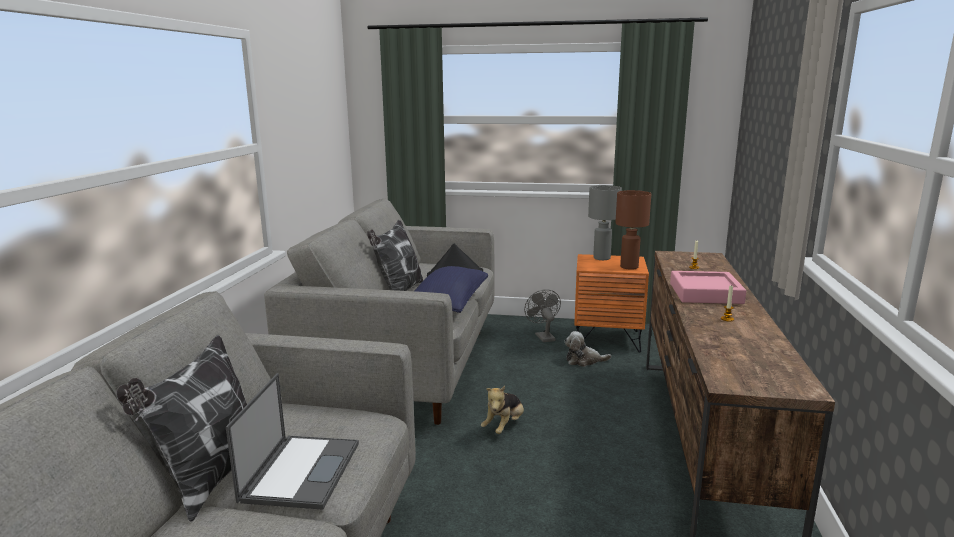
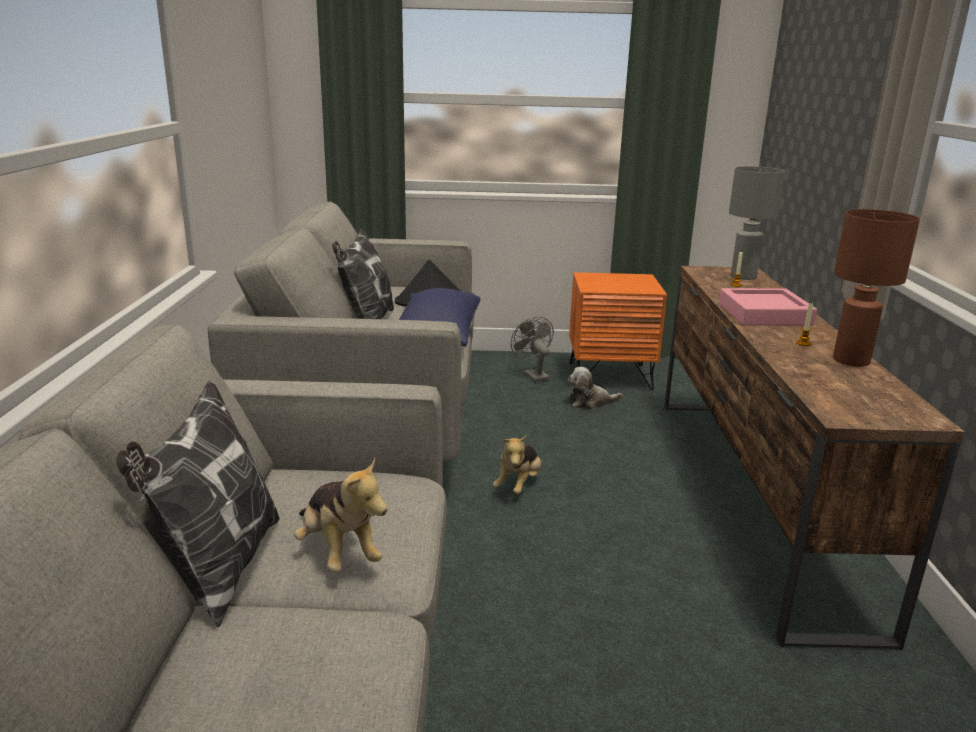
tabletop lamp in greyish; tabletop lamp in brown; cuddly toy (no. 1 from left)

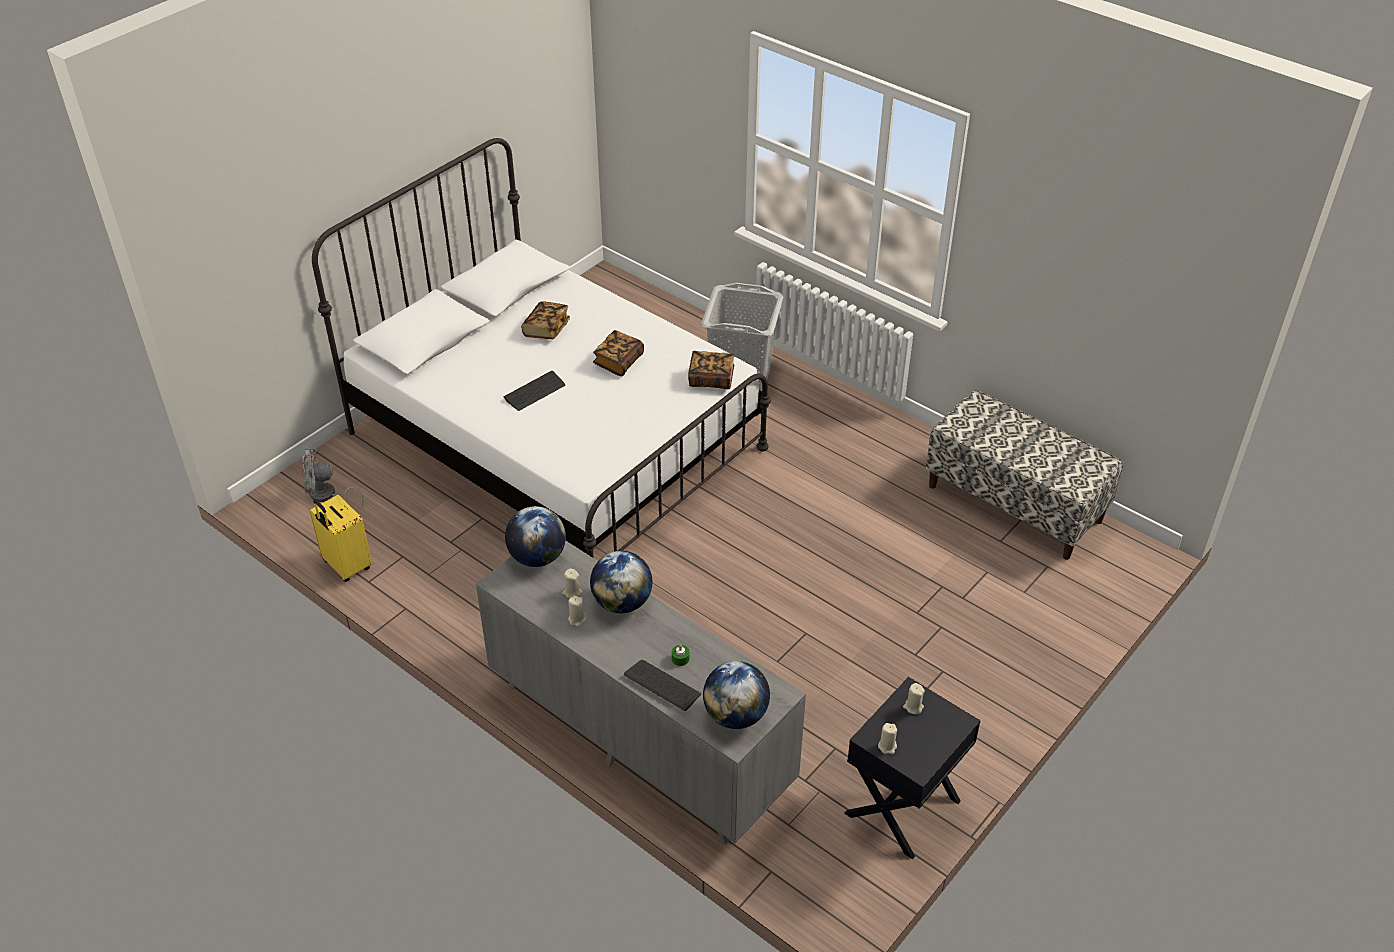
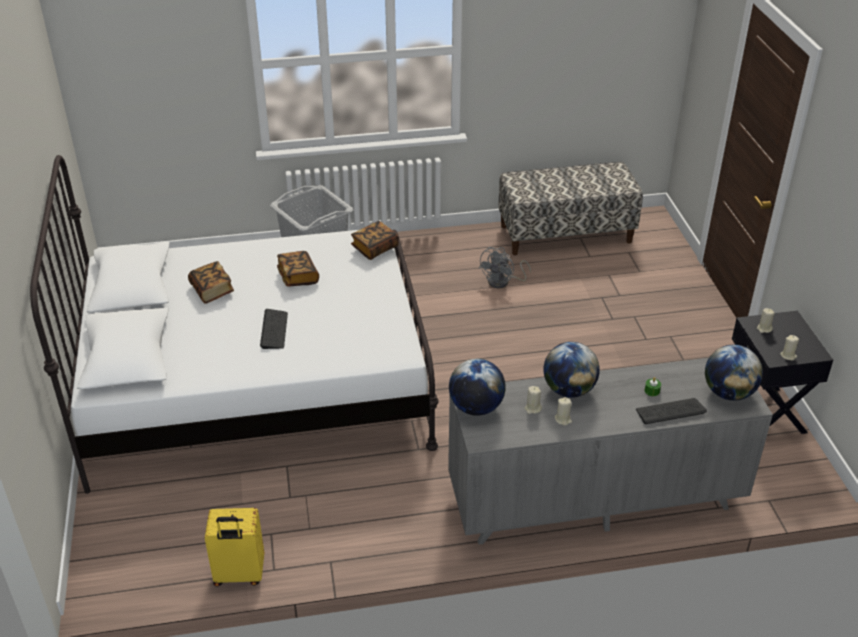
cooling fan in greyish

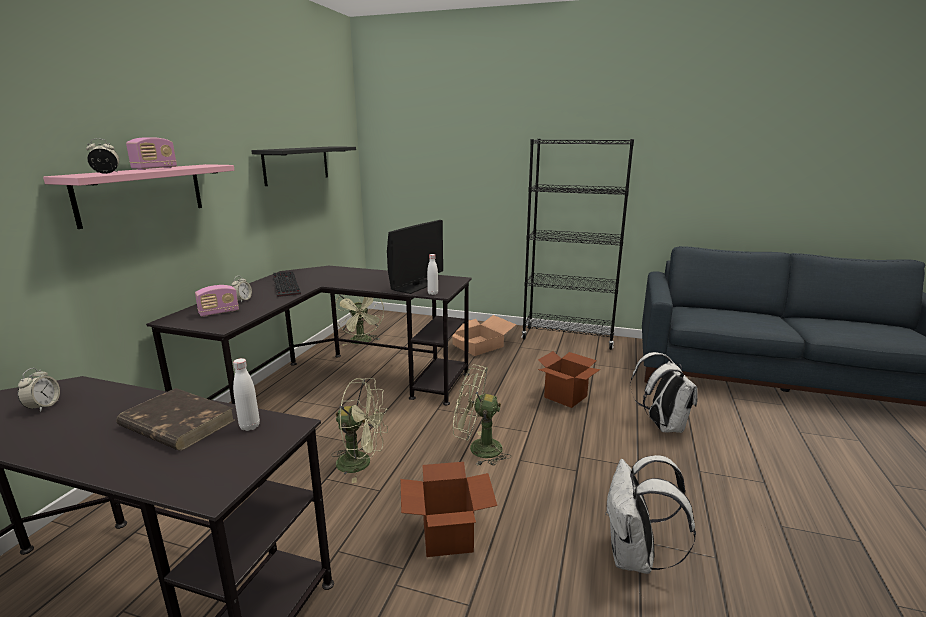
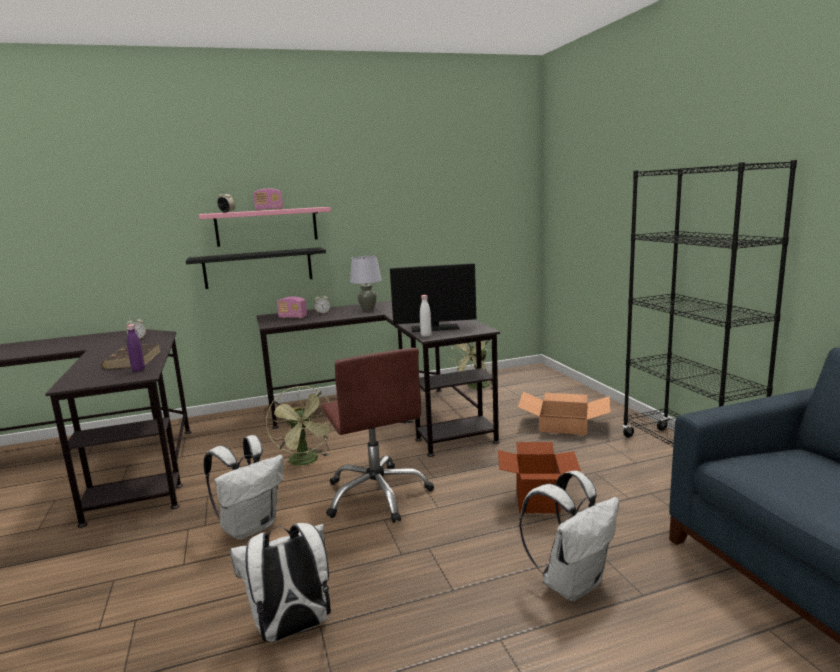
bracket shelf in black; tabletop lamp in greyish; backpack in white (no. 1 from left); computer chair in brown; drink bottle in purplish

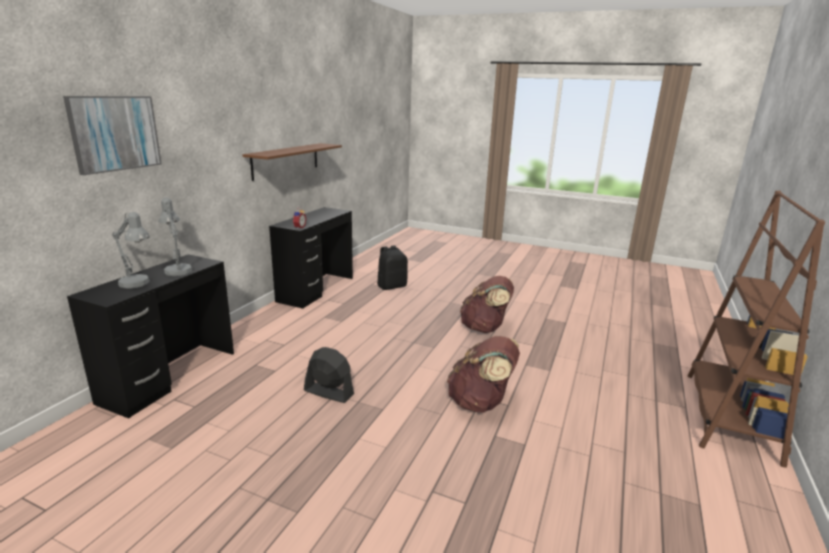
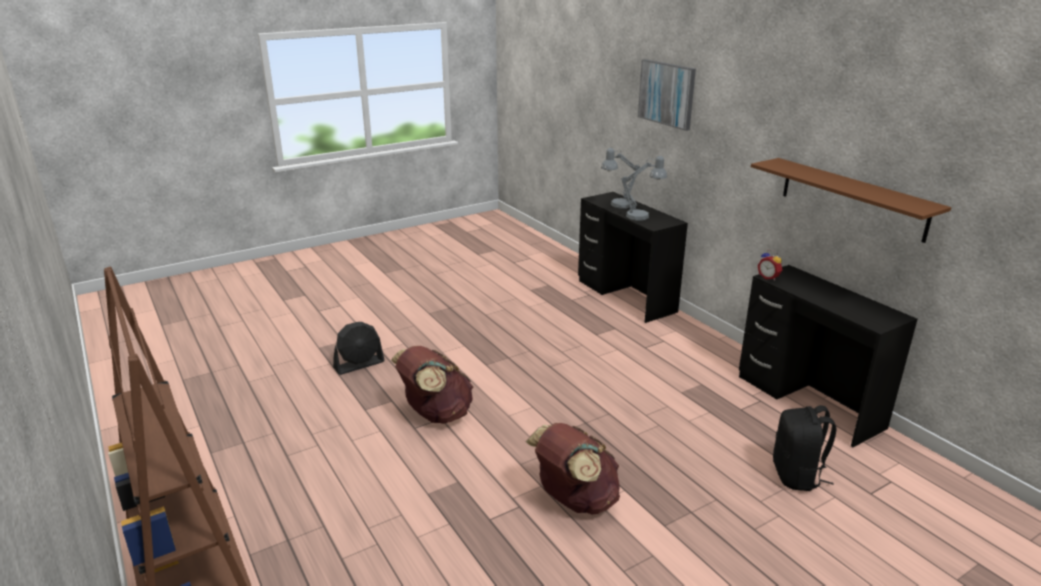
cooling fan in black

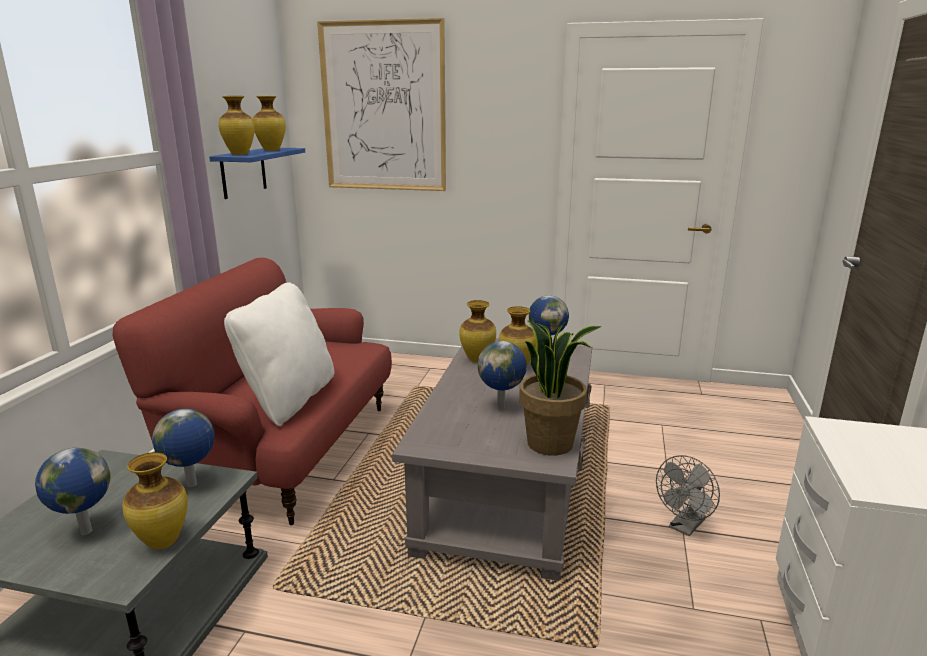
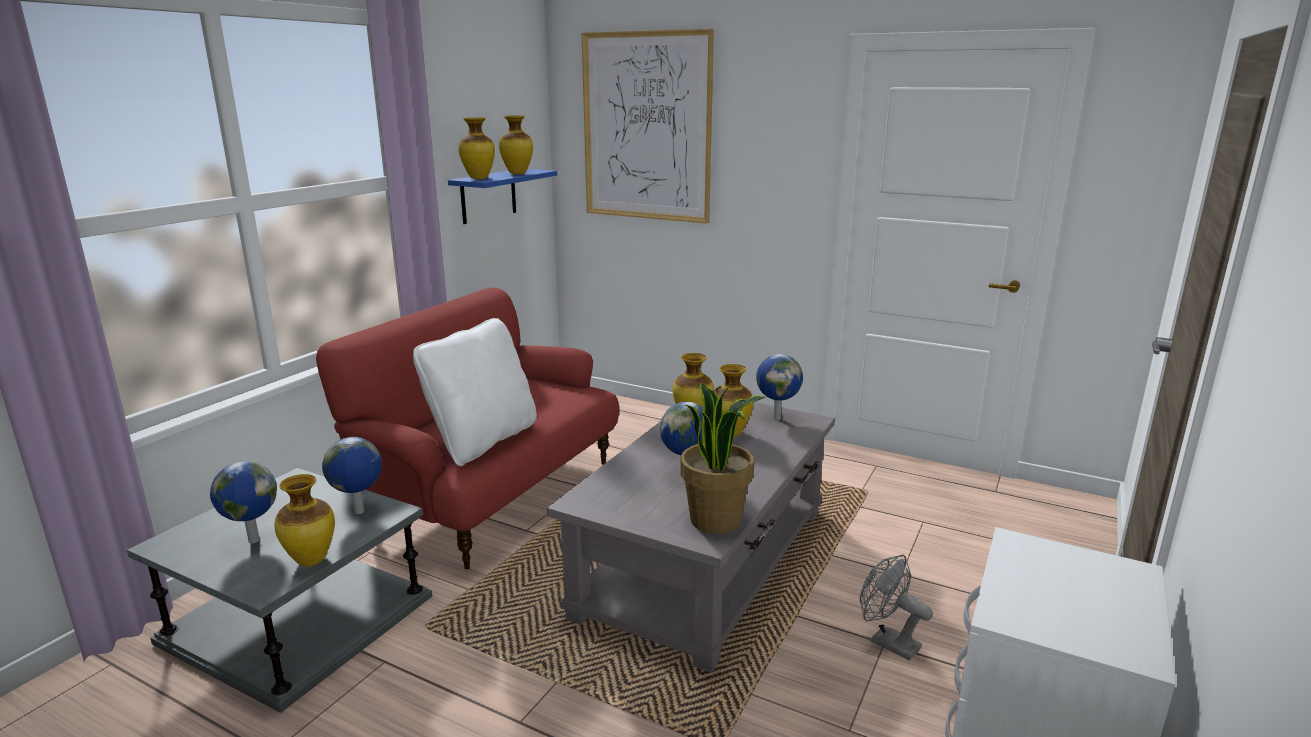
cooling fan in greyish

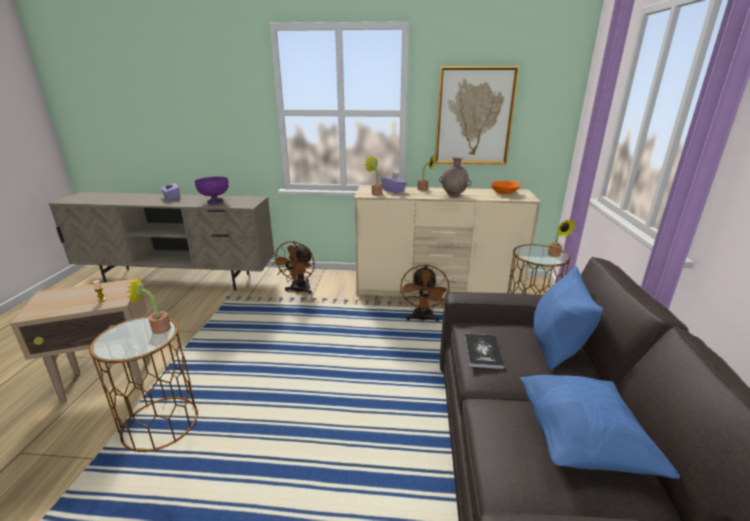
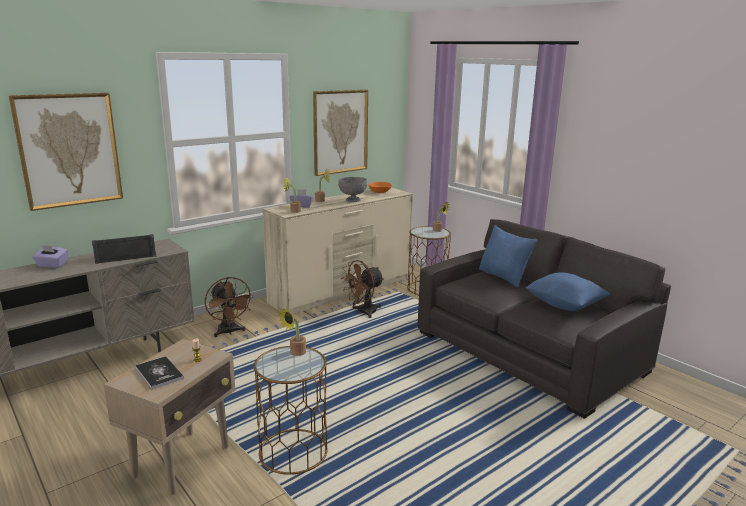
wall art (no. 1 from left); book; loudspeaker in black; serving bowl in greyish; cooling fan in brown (no. 2 from left)

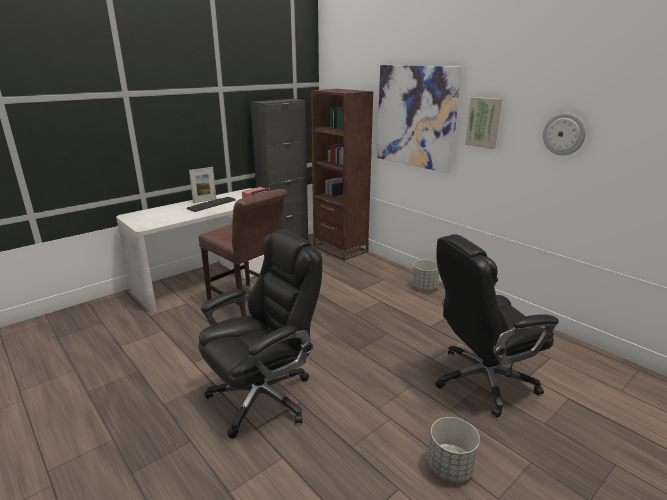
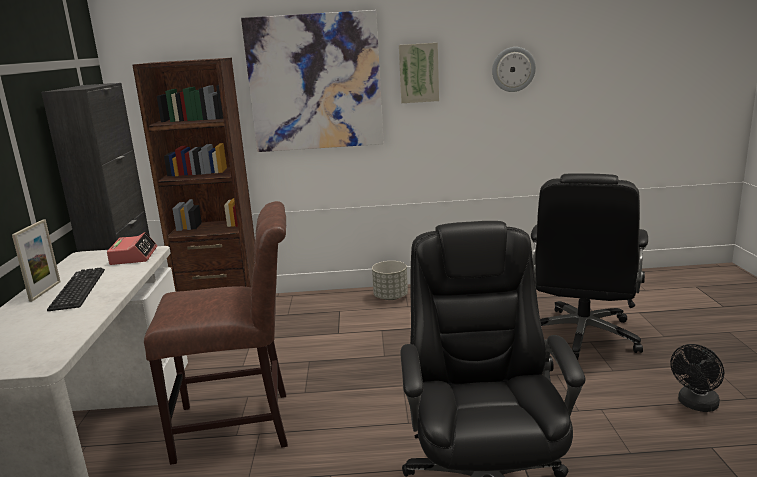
cooling fan in black

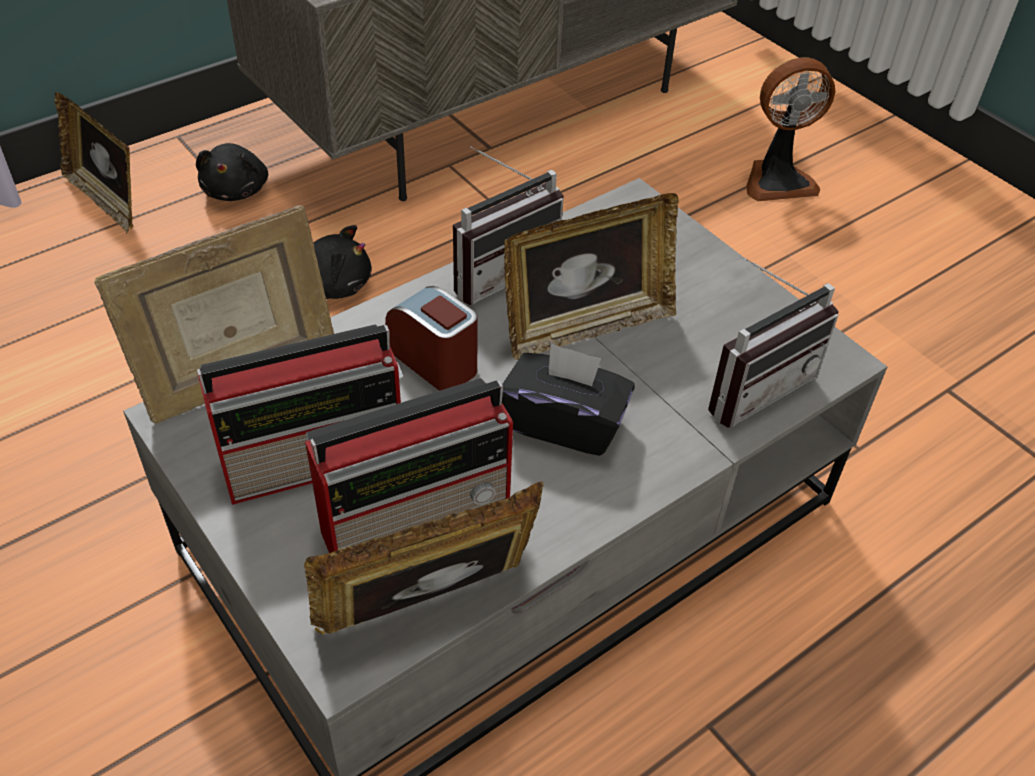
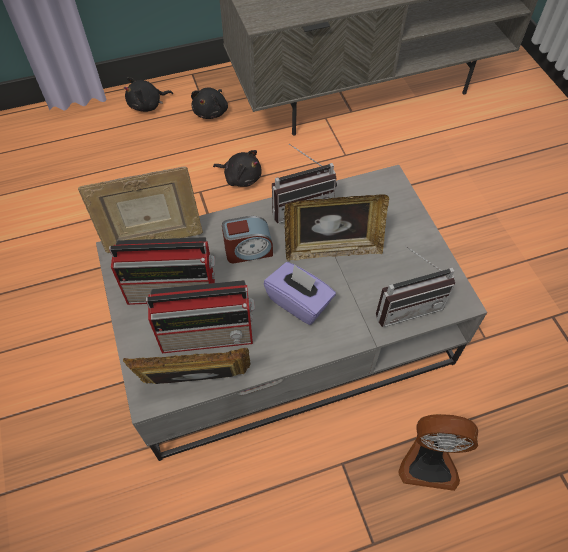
cooling fan; cuddly toy in black (no. 1 from left); tissue box in purplish; table clock

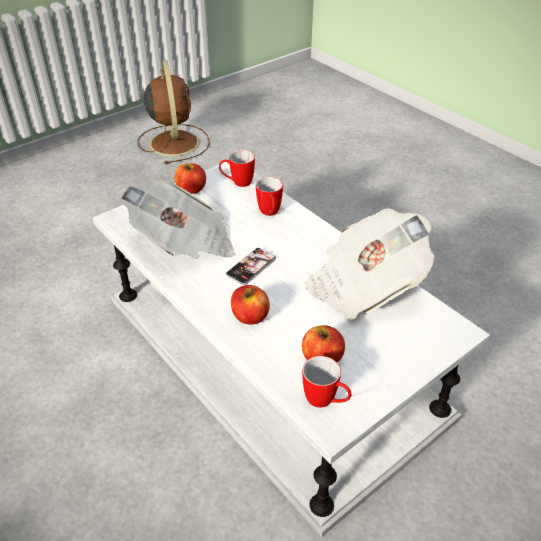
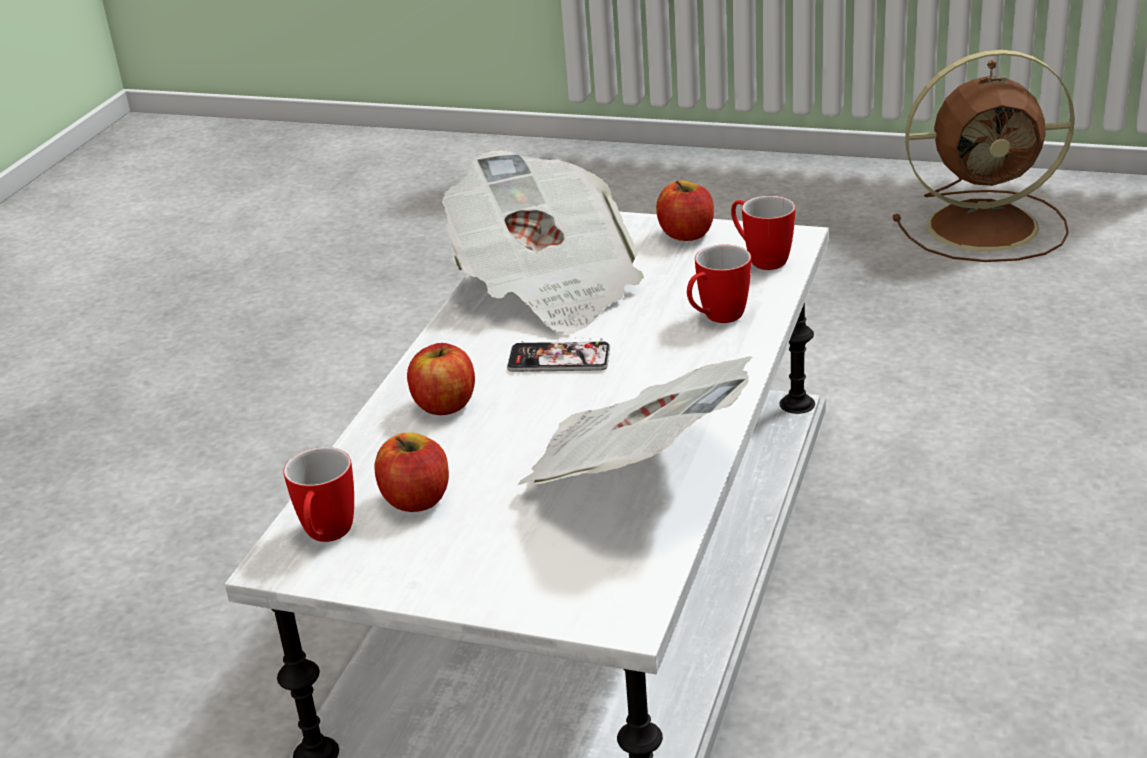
cooling fan in brown

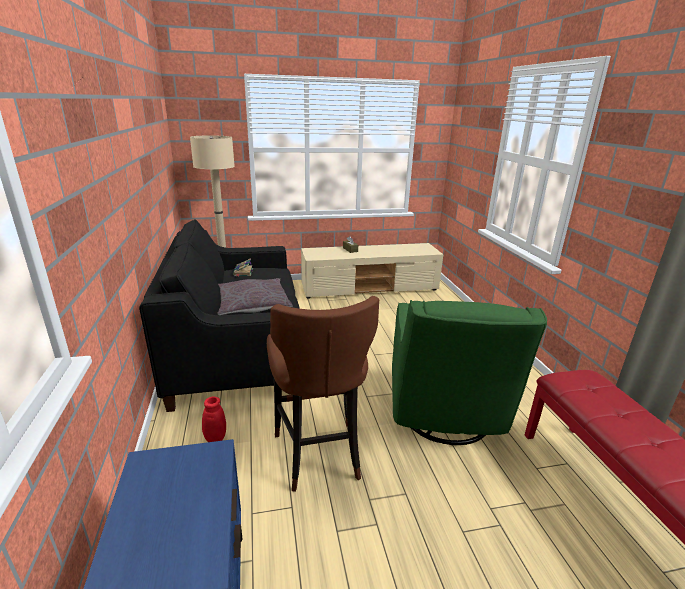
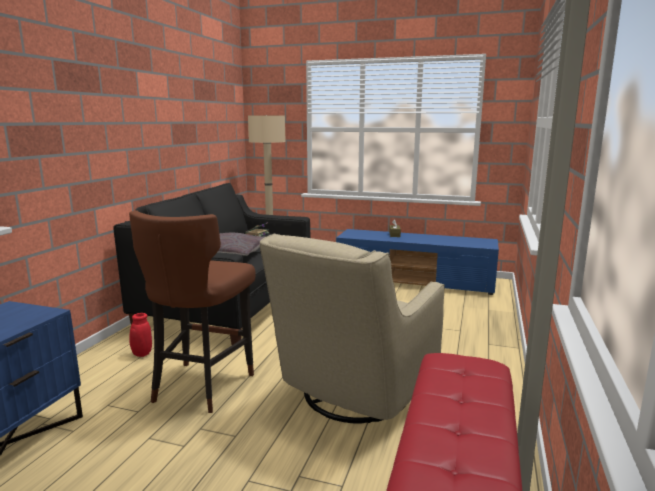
media console in bluish; armchair in sand-coloured

